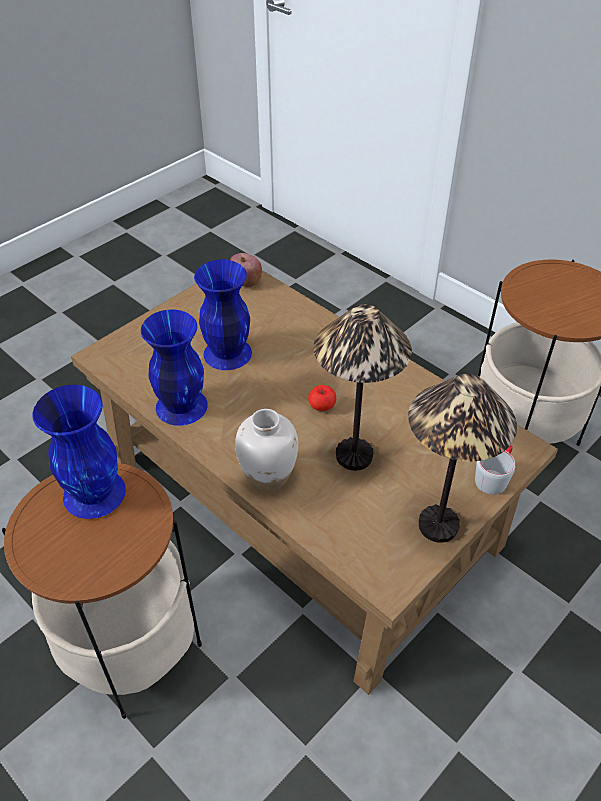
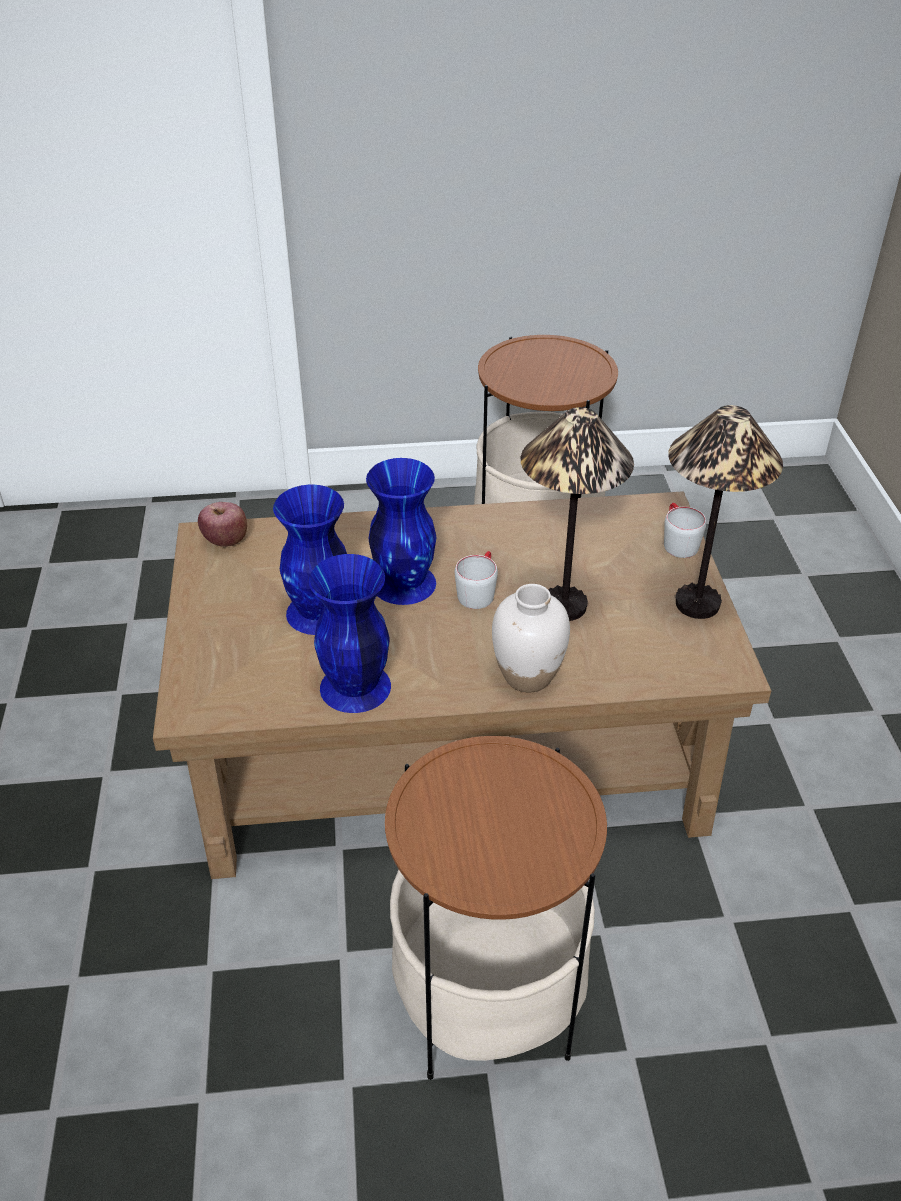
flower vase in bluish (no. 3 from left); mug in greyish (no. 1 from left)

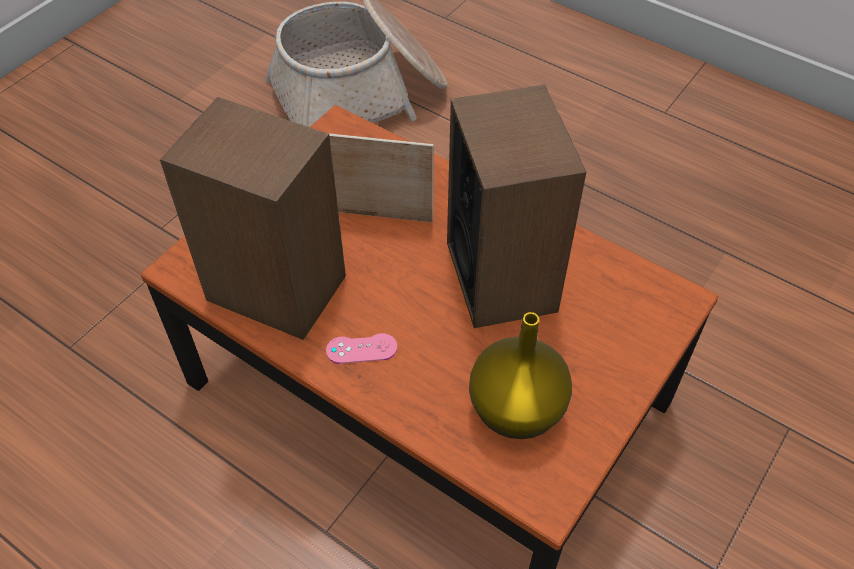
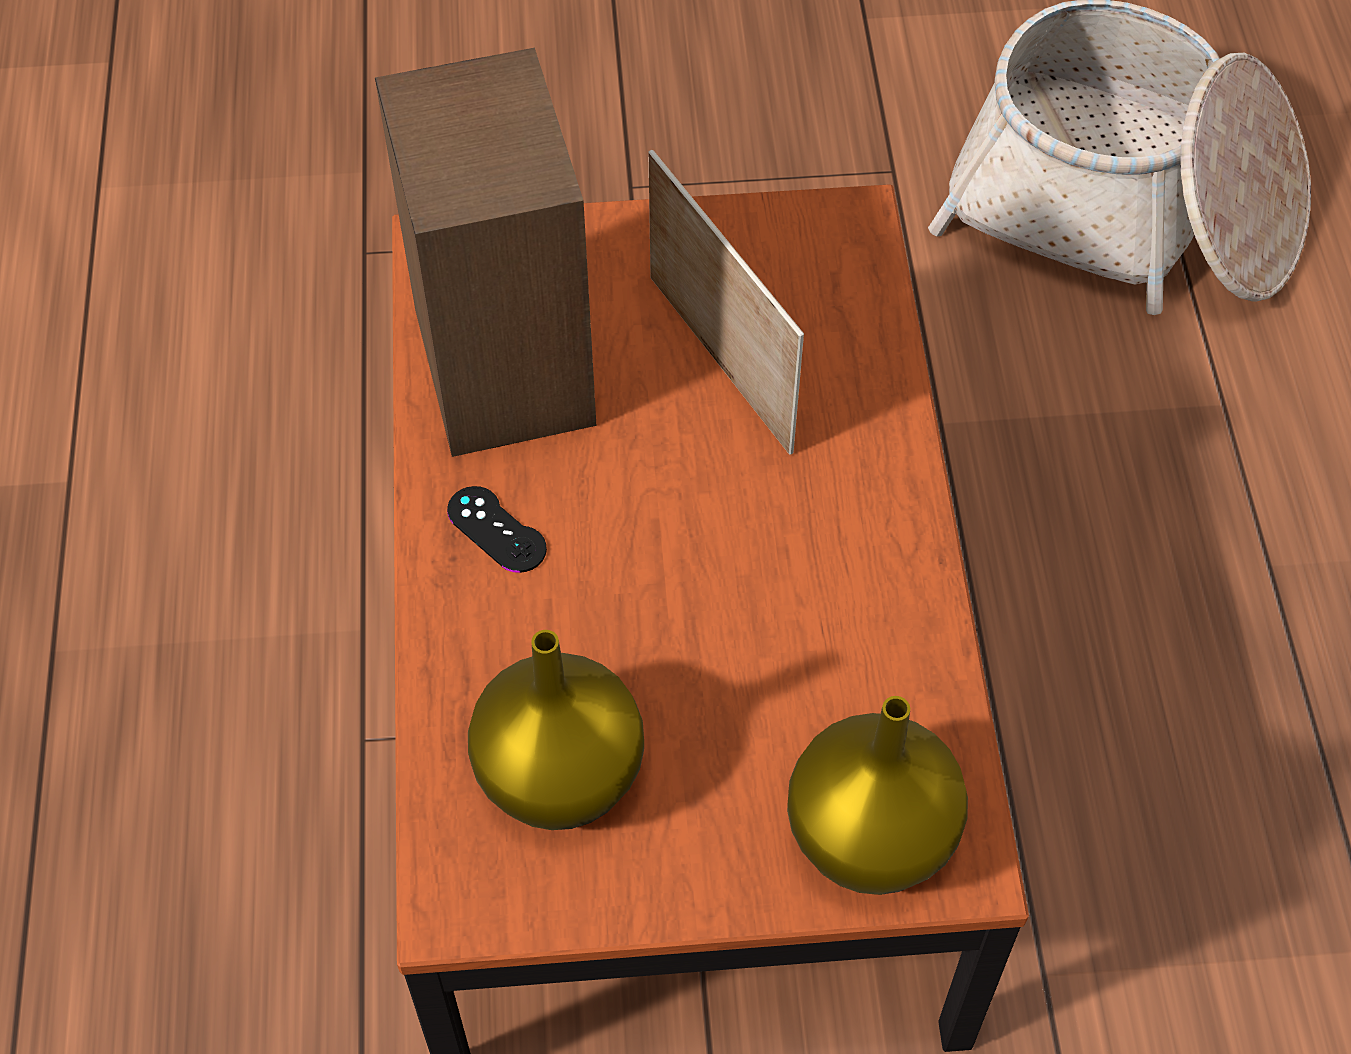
loudspeaker (no. 2 from left in the first image); flower vase in yellowish (no. 2 from left); joypad in black

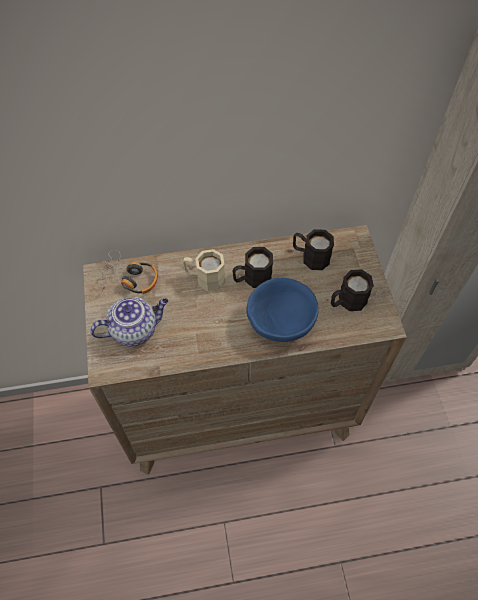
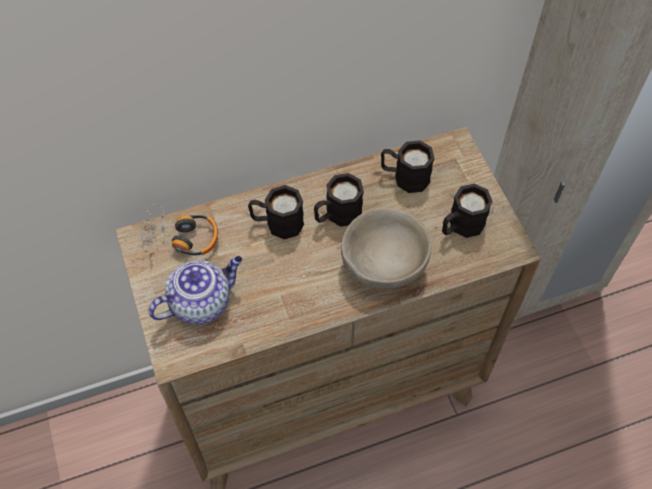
mug in black (no. 1 from left); serving bowl in sand-coloured

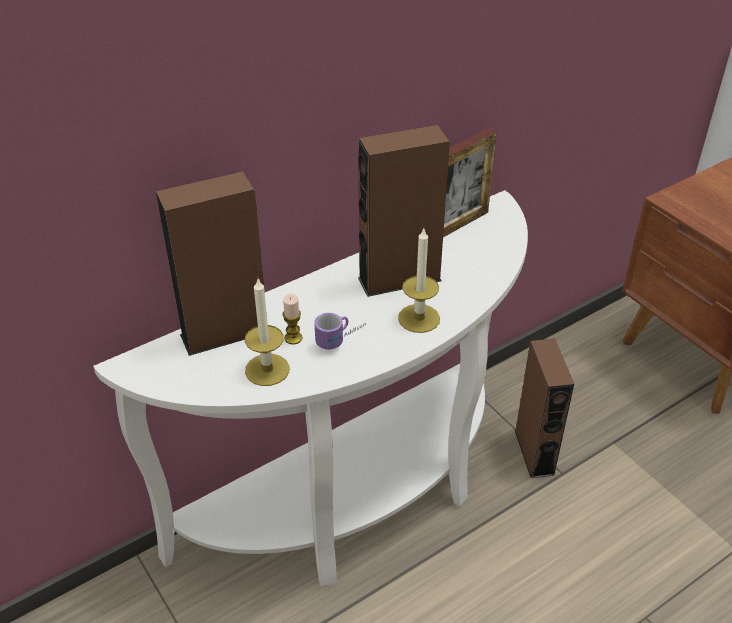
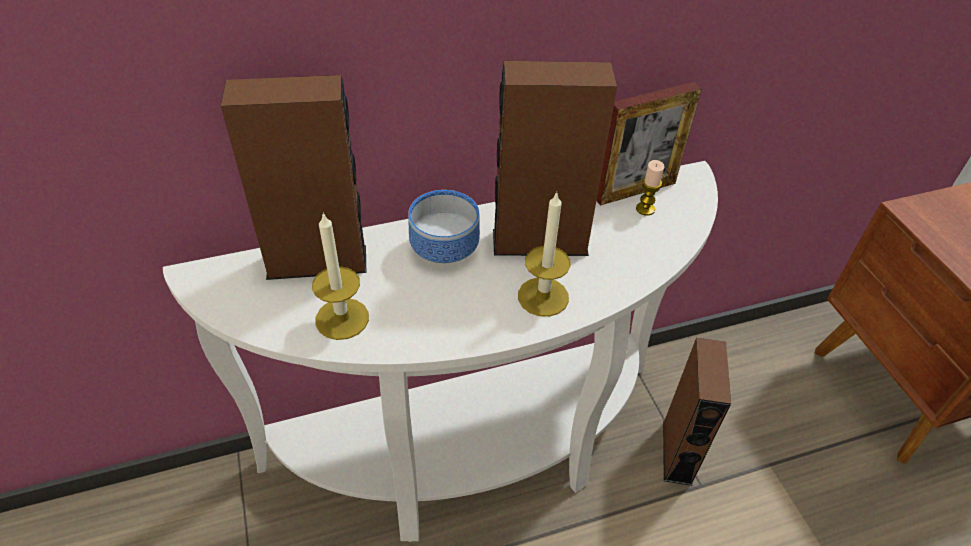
mug; serving bowl; wax light (no. 3 from left)

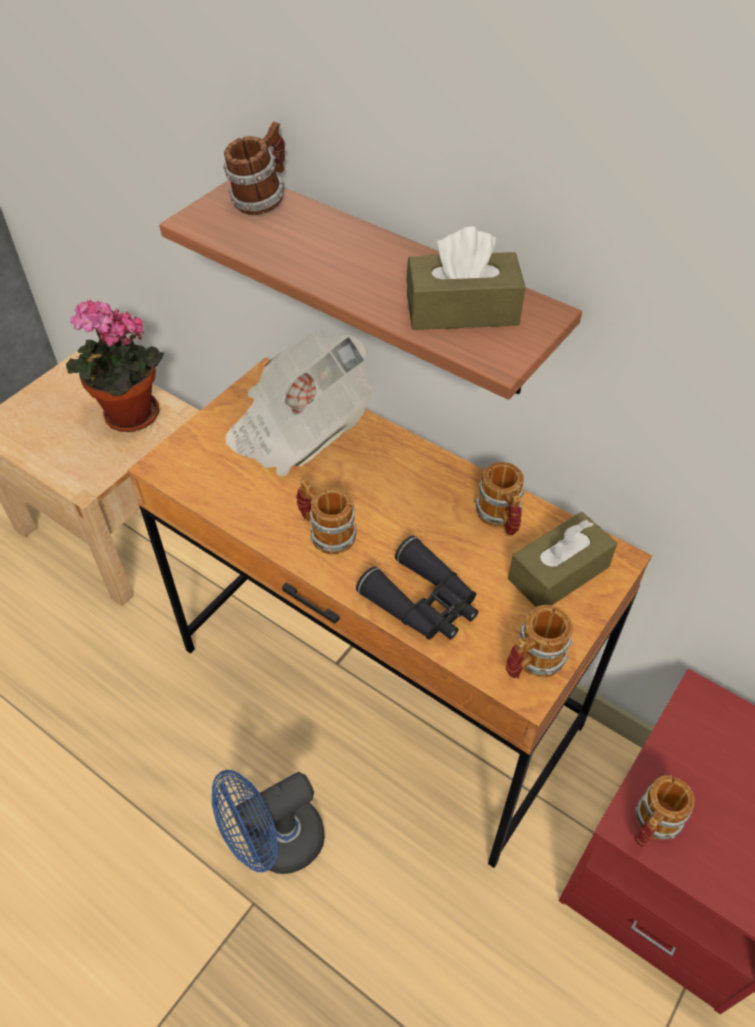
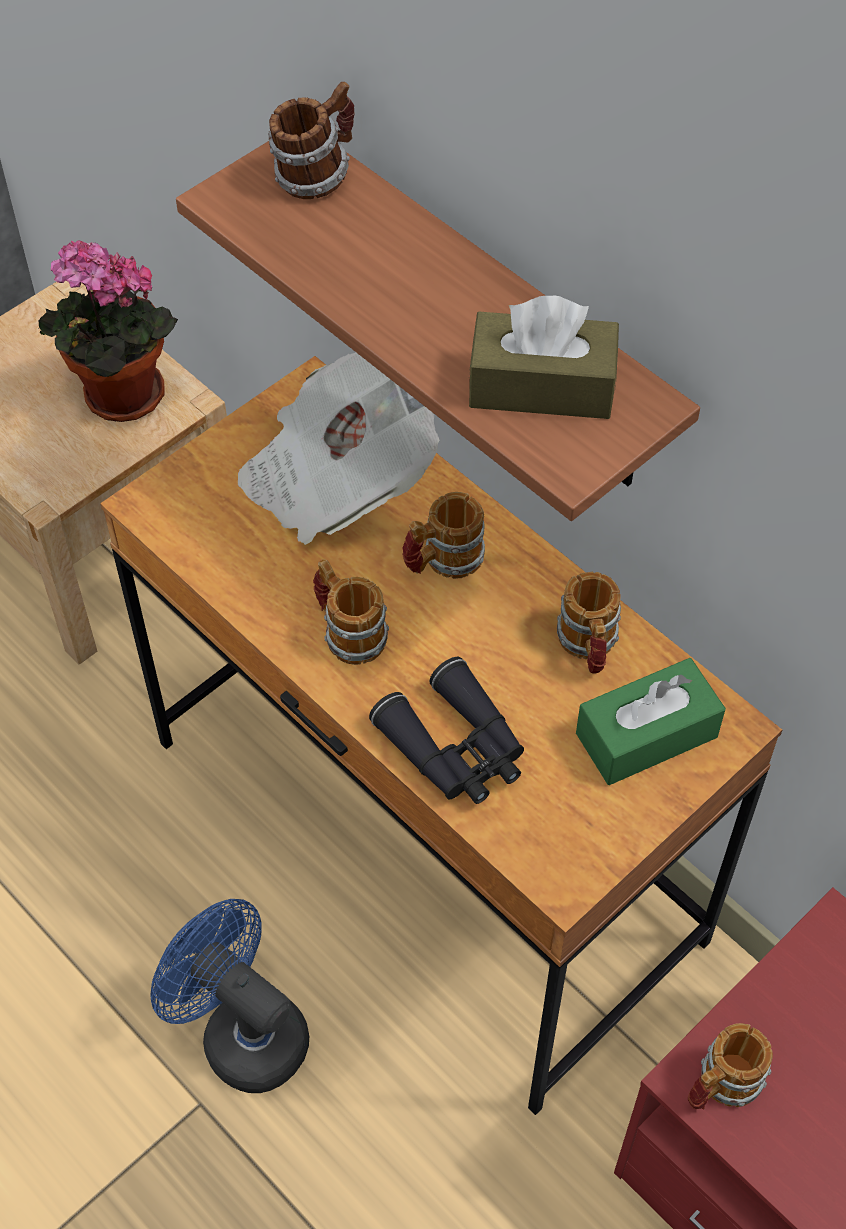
mug (no. 3 from left); tissue box in green-coloured; cooling fan in bluish

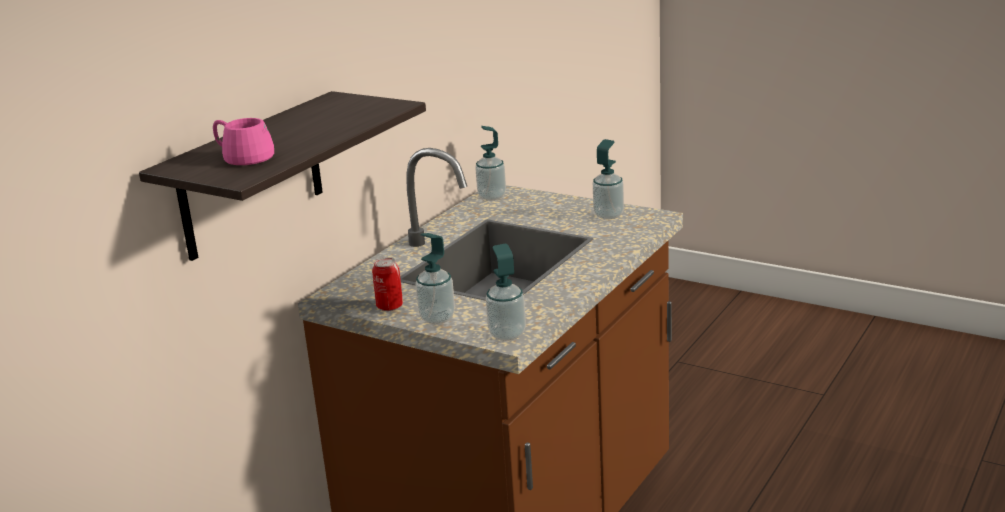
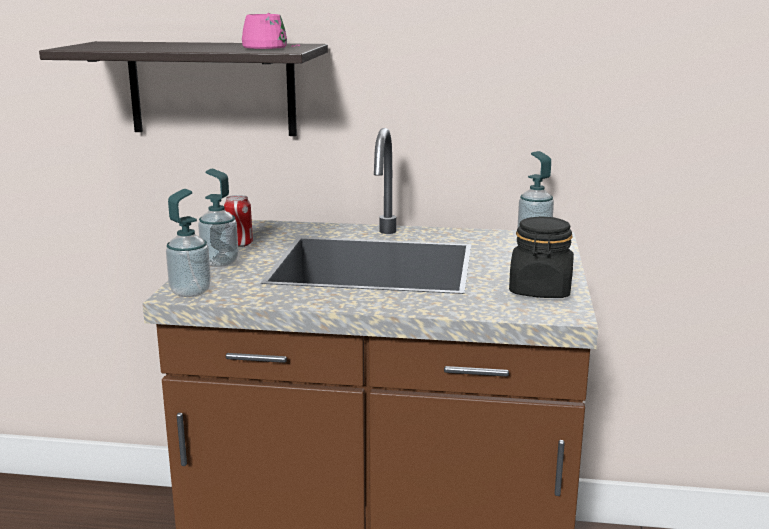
mug in pink-coloured; jar in black

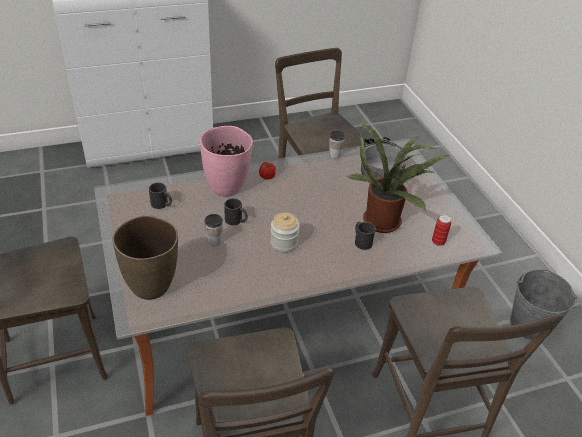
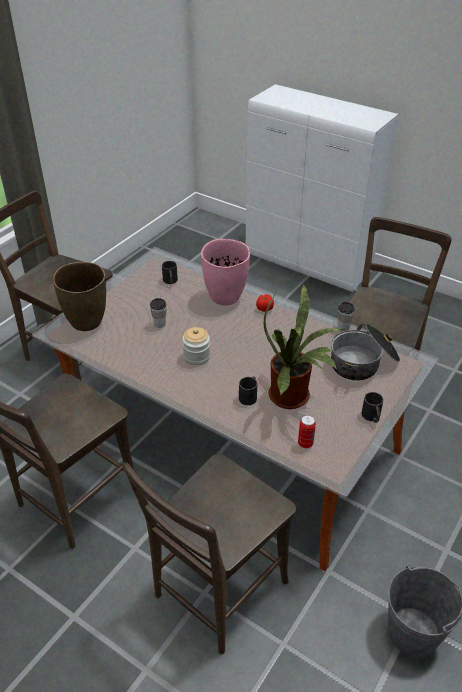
mug in black (no. 3 from left)

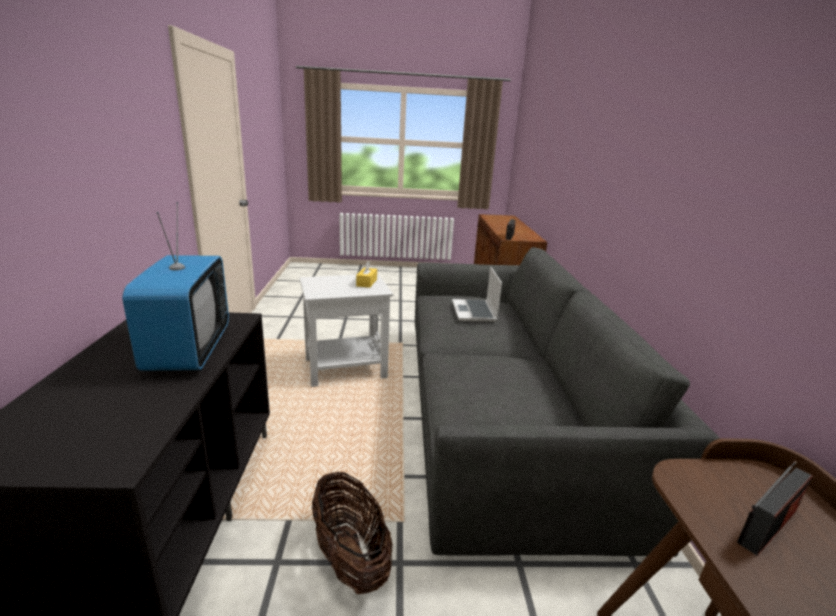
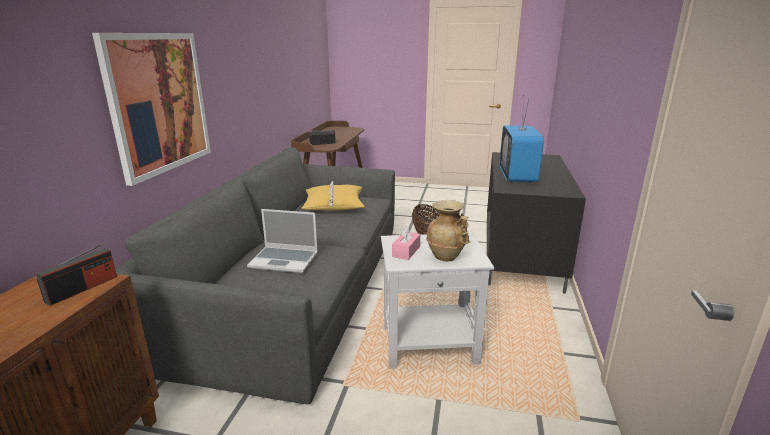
wall art; throw pillow in yellowish; flower vase in sand-coloured; tissue box in pink-coloured; notebook computer

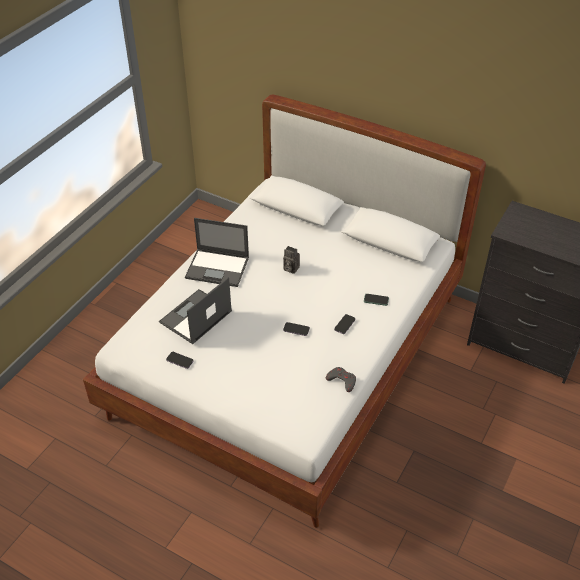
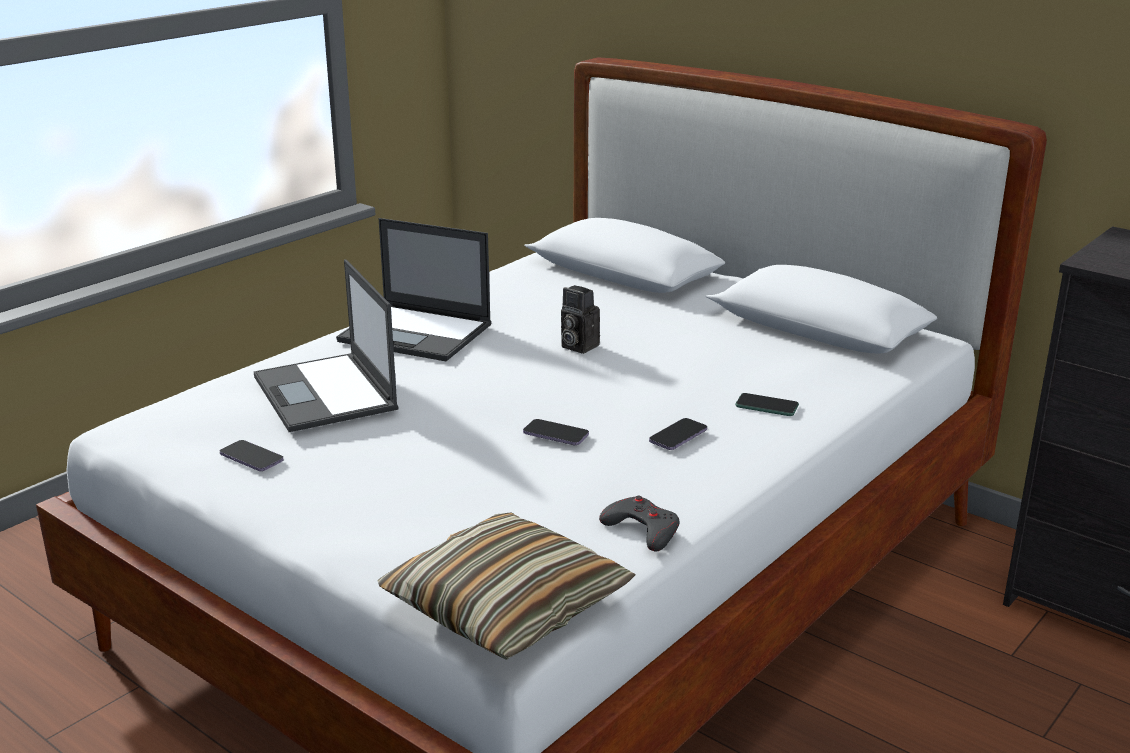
throw pillow; notebook computer (no. 1 from left)

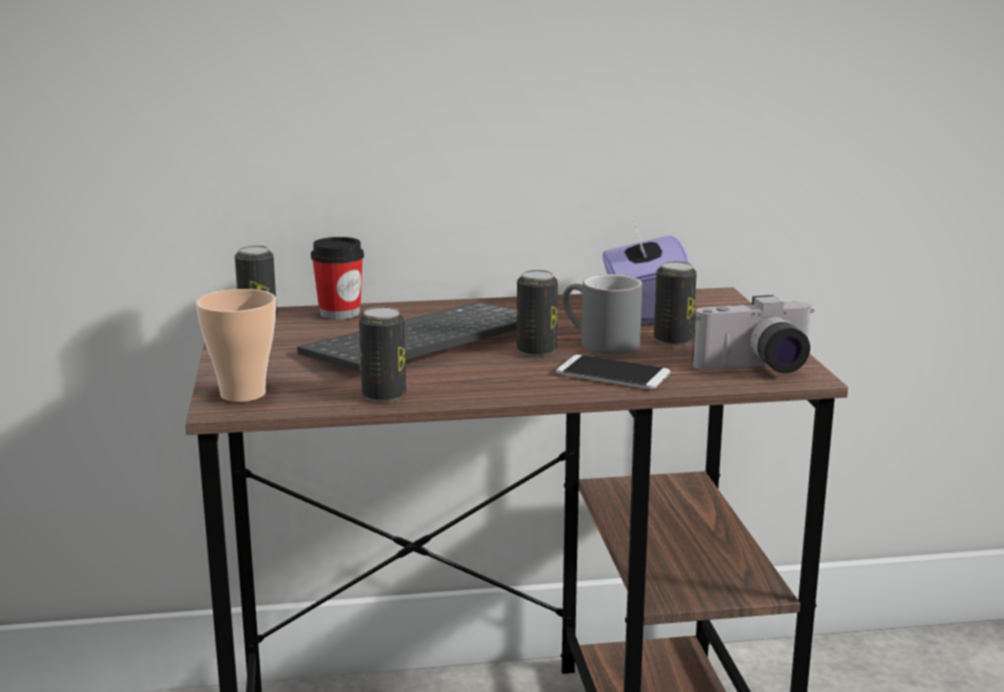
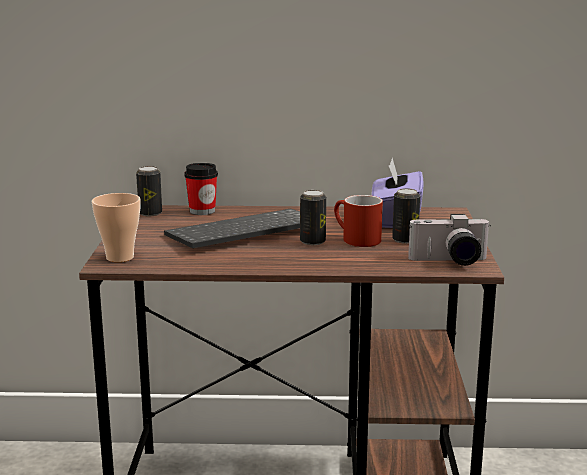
sealed can (no. 2 from left in the first image); phone; mug in red

